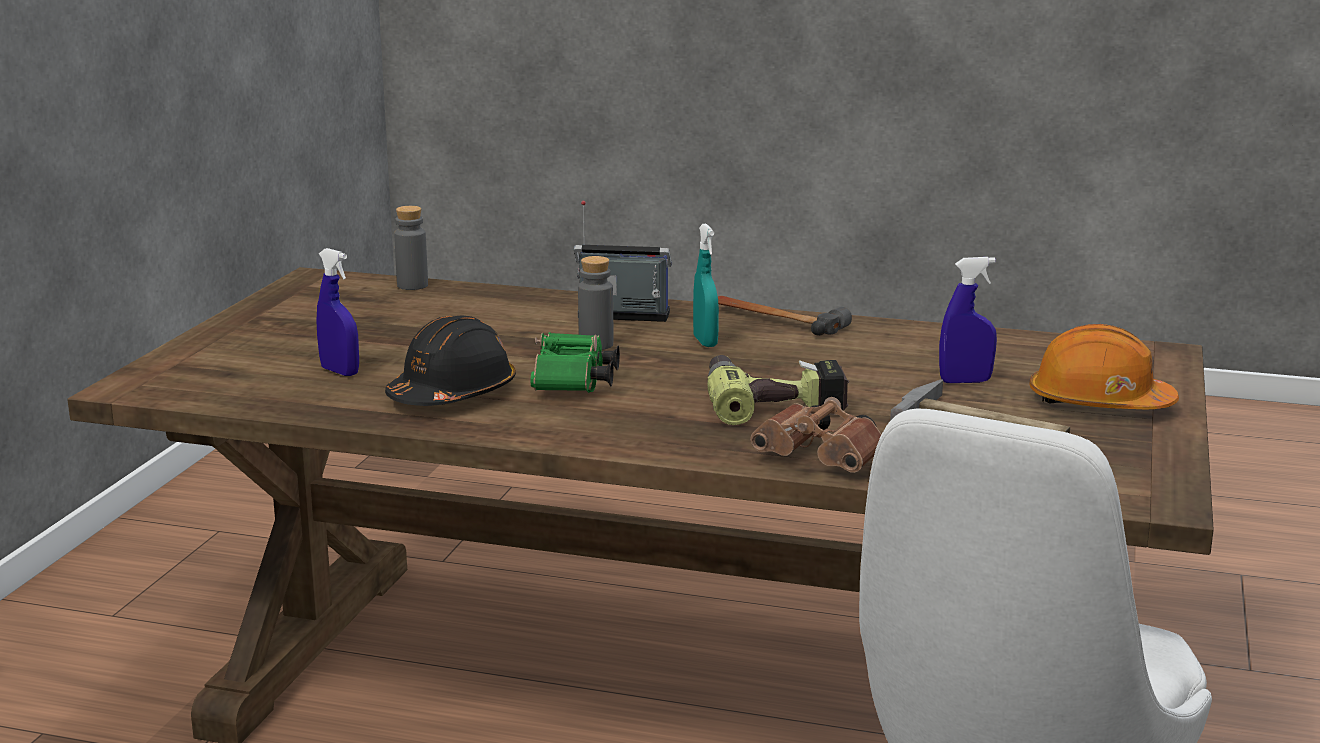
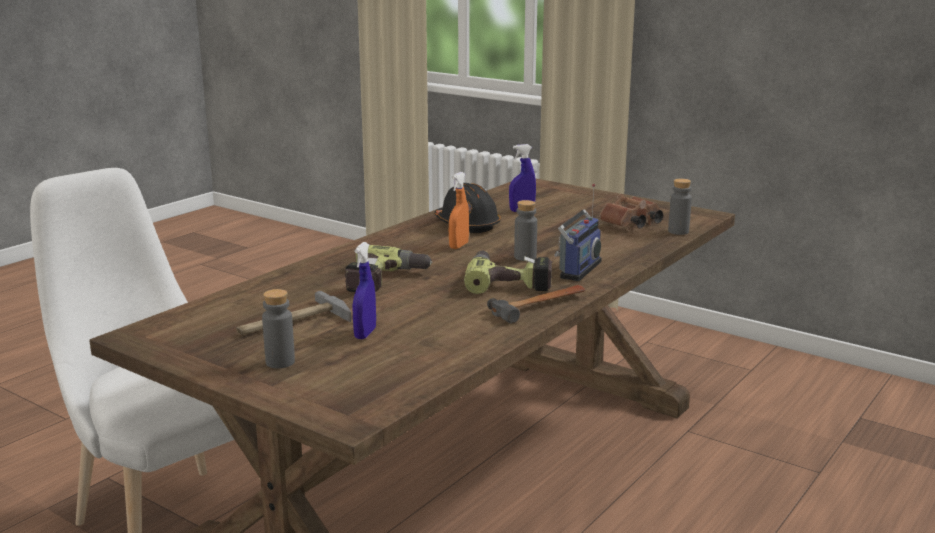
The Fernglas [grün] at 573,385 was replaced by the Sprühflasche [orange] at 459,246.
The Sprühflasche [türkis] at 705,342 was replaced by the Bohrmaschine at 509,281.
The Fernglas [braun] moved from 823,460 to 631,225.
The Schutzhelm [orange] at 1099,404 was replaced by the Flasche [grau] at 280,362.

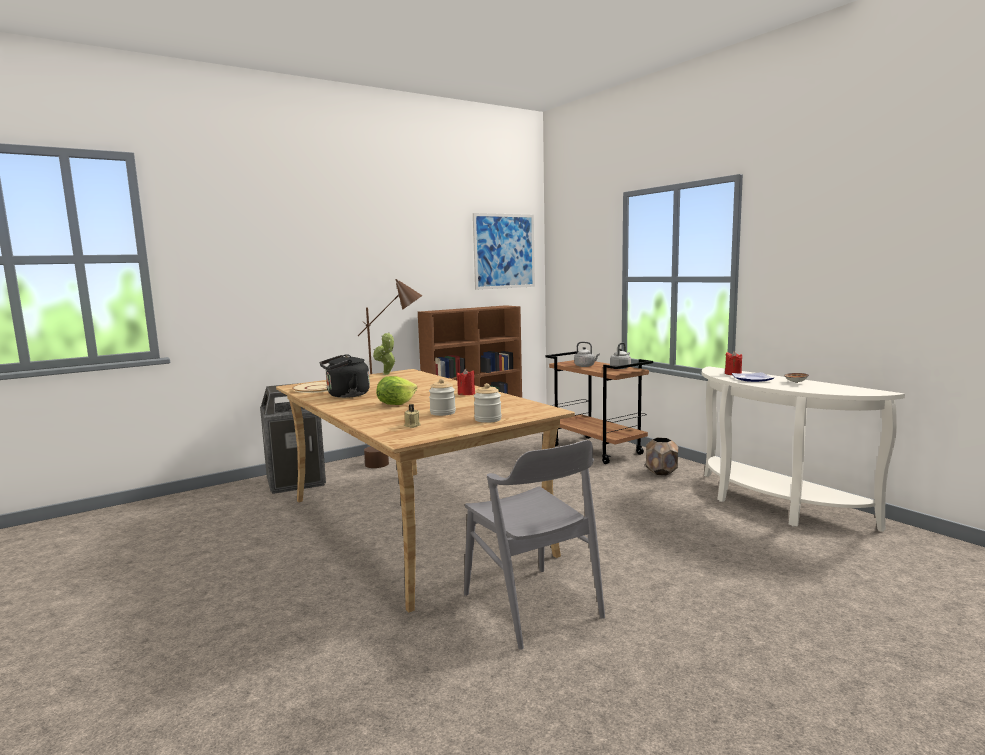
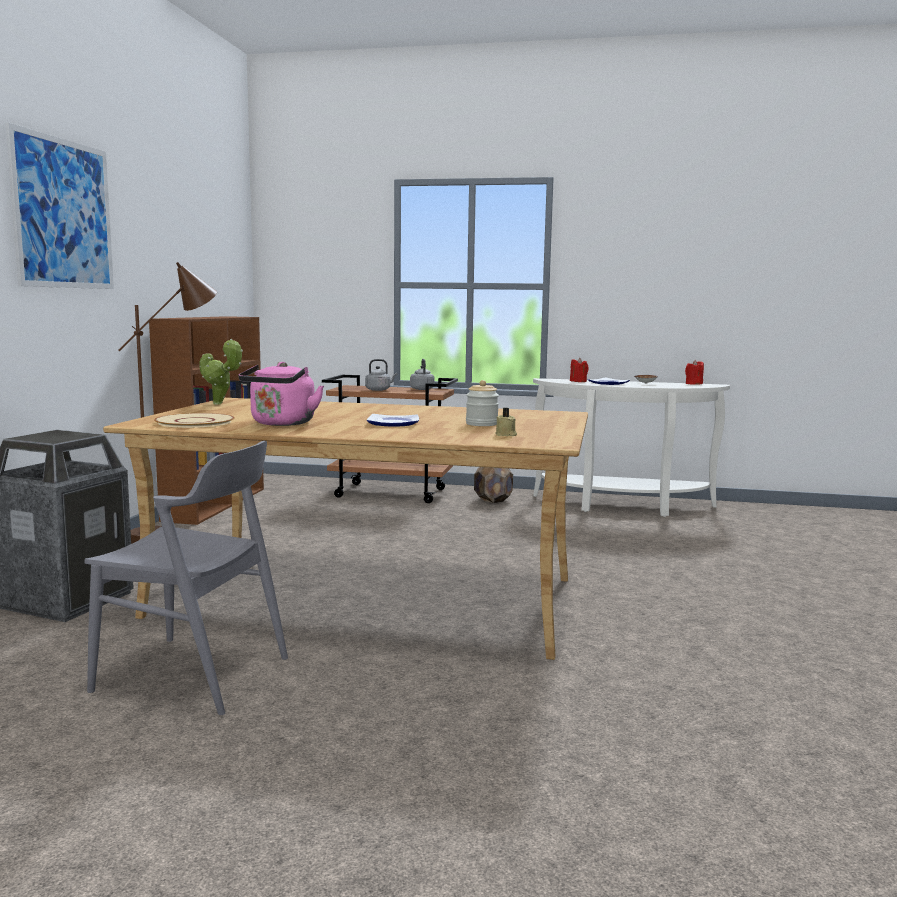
The Wasserkessel [schwarz] at 345,395 became the Wasserkessel [rosa] at 281,424.
The Salatkopf at 396,404 was replaced by the Teller at 392,424.
The Kerze [rot] moved from 466,394 to 694,384.
The Stuhl [grau] moved from 532,605 to 193,674.
The Bild moved from 504,251 to 63,214.
The Vorratsglas at 488,419 disappeared.

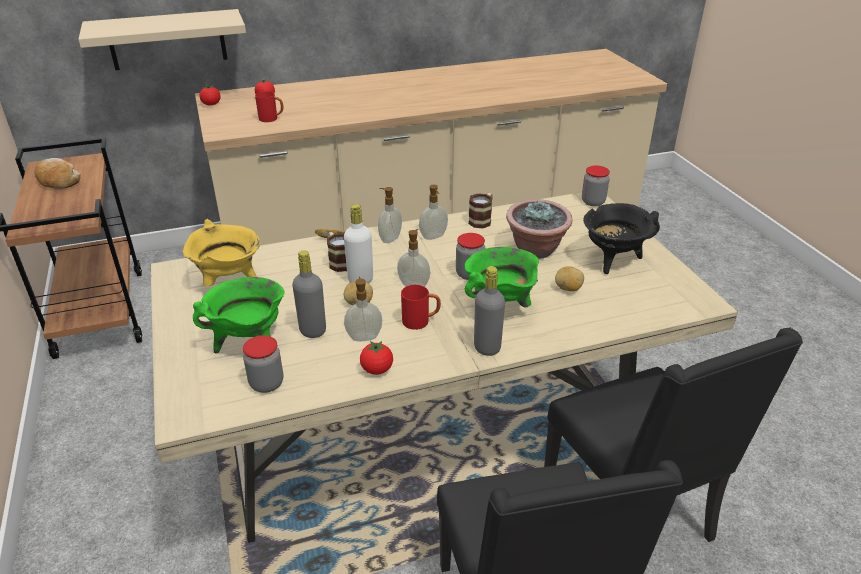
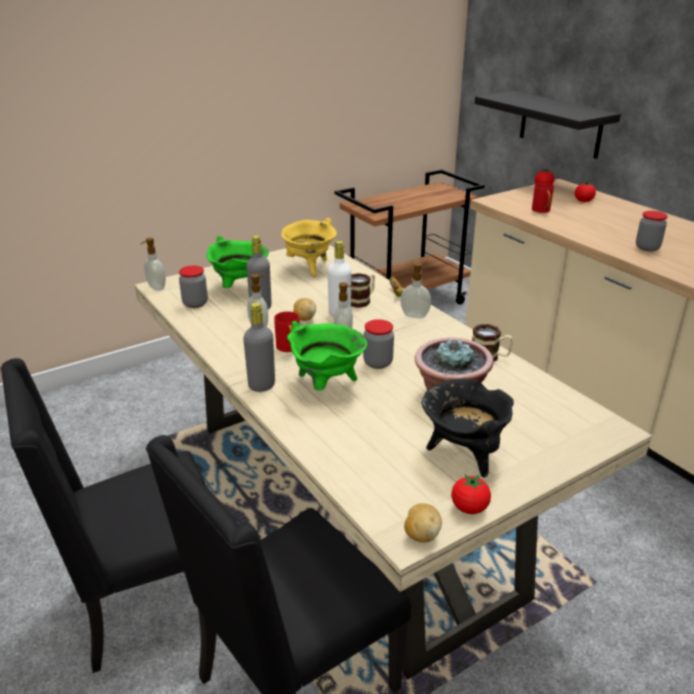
The Brot at 58,181 disappeared.
The Wandregal [beige] at 167,40 became the Wandregal [schwarz] at 560,124.
The Tomate moved from 377,370 to 469,508.
The Seifenspender moved from 433,237 to 156,288.
The Kartoffel moved from 568,289 to 421,535.
The Vorratsglas moved from 593,202 to 647,248.

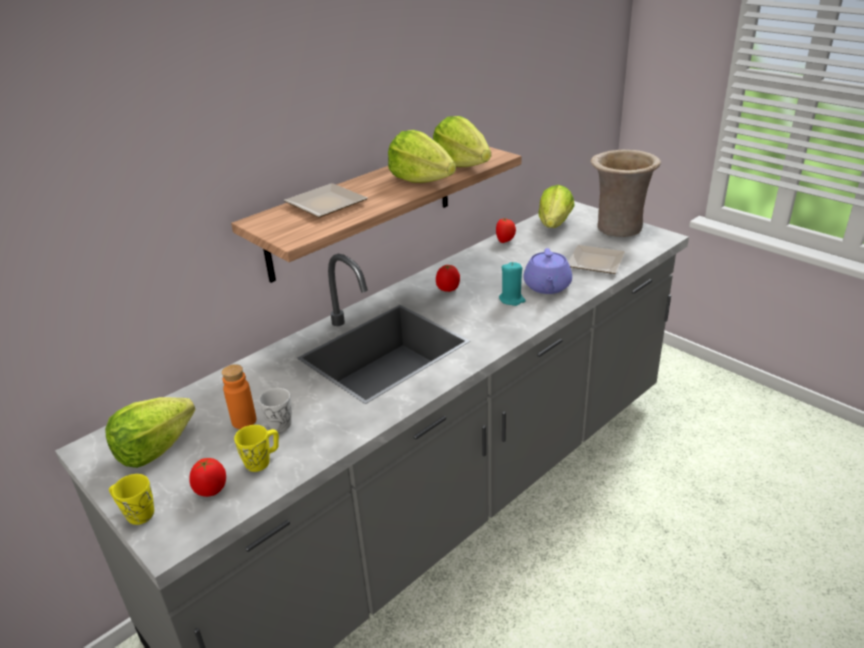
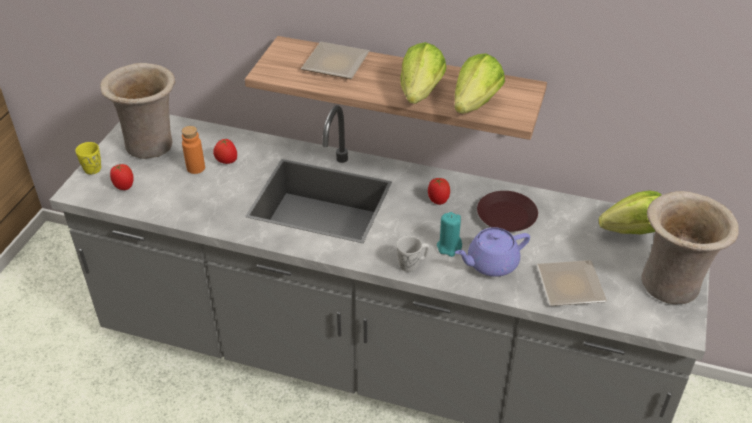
The Salatkopf at 154,449 was replaced by the Vase [beige] at 151,144.
The Henkelbecher [gelb] at 262,461 disappeared.
The Henkelbecher [weiß] moved from 282,421 to 412,264.
The Tomate moved from 505,241 to 226,162.
The Teller [braun] at 507,216 appeared.

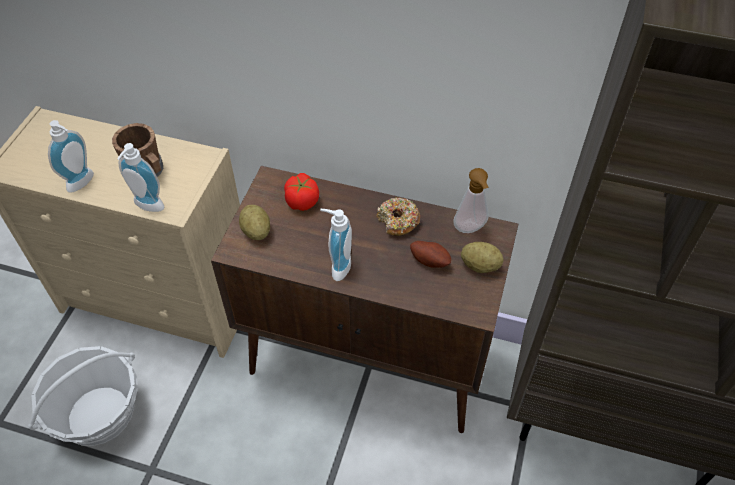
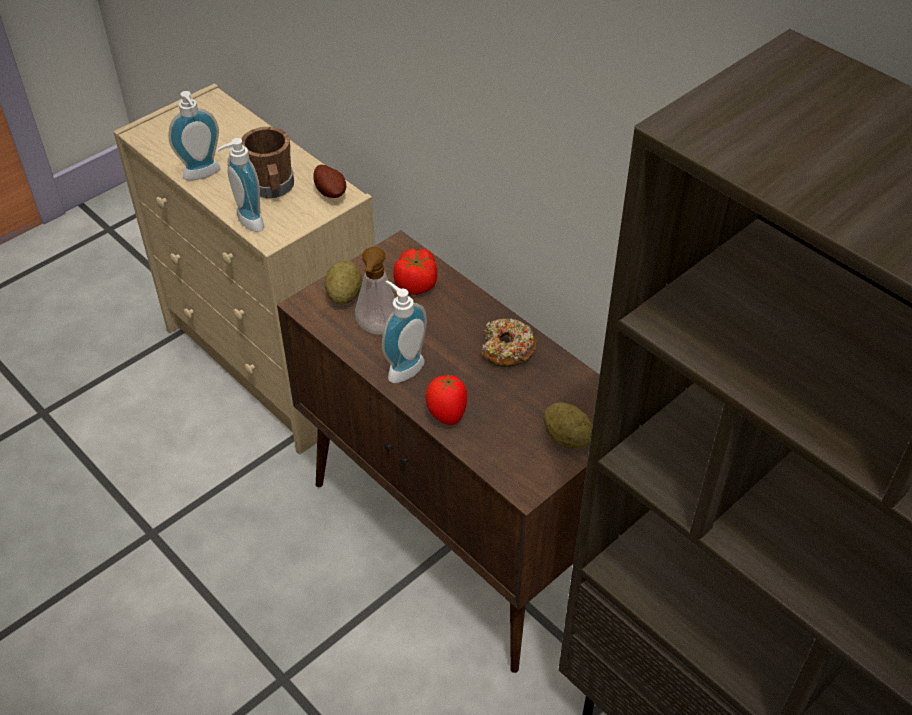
The Korb at 100,415 disappeared.
The Kartoffel moved from 430,260 to 331,192.
The Seifenspender moved from 470,229 to 378,331.
The Tomate at 446,415 appeared.

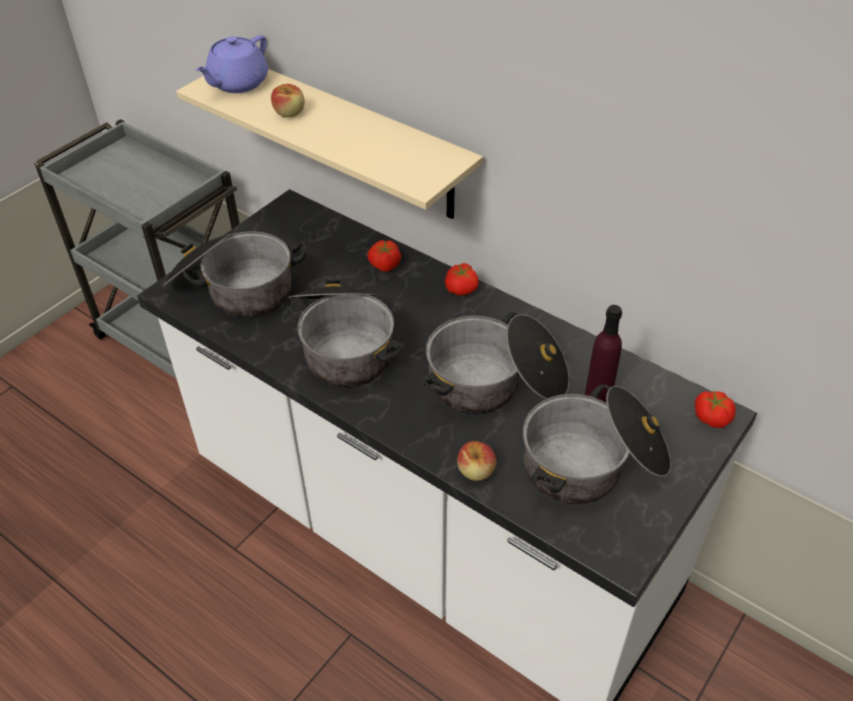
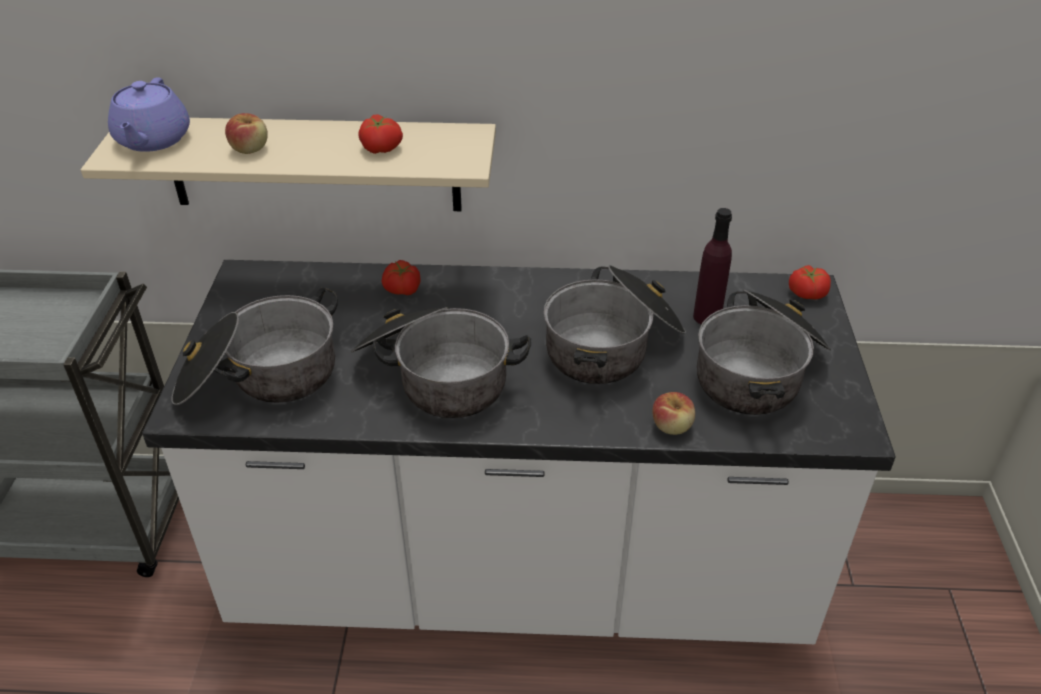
The Tomate moved from 462,288 to 382,147.

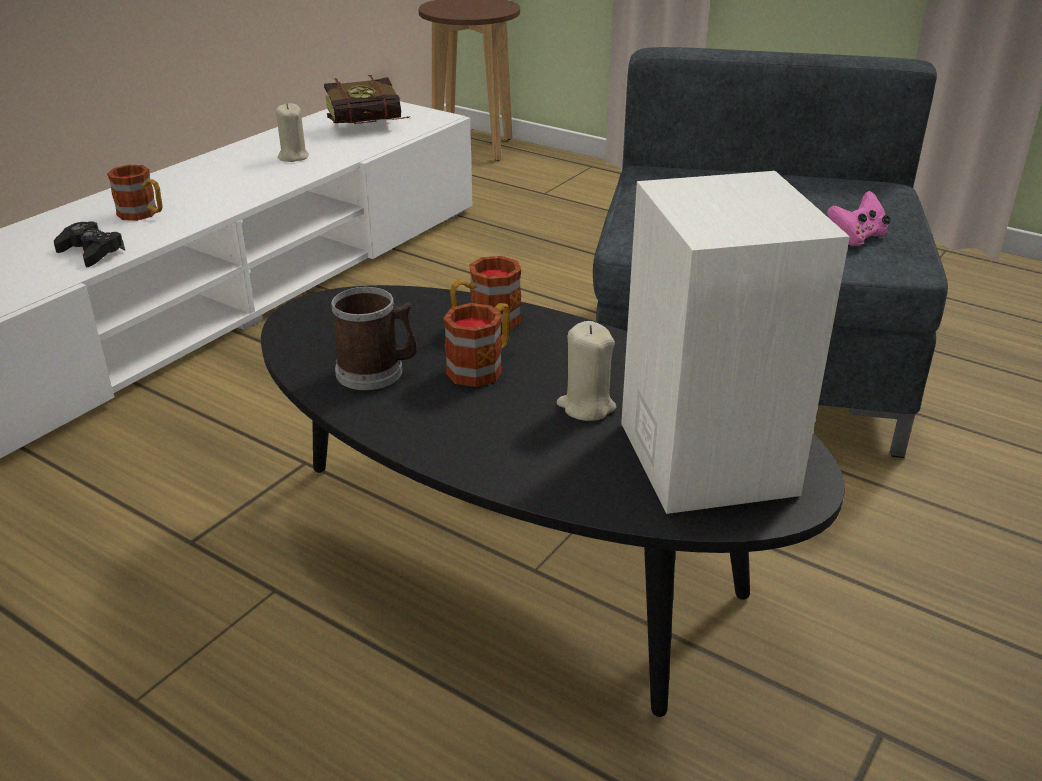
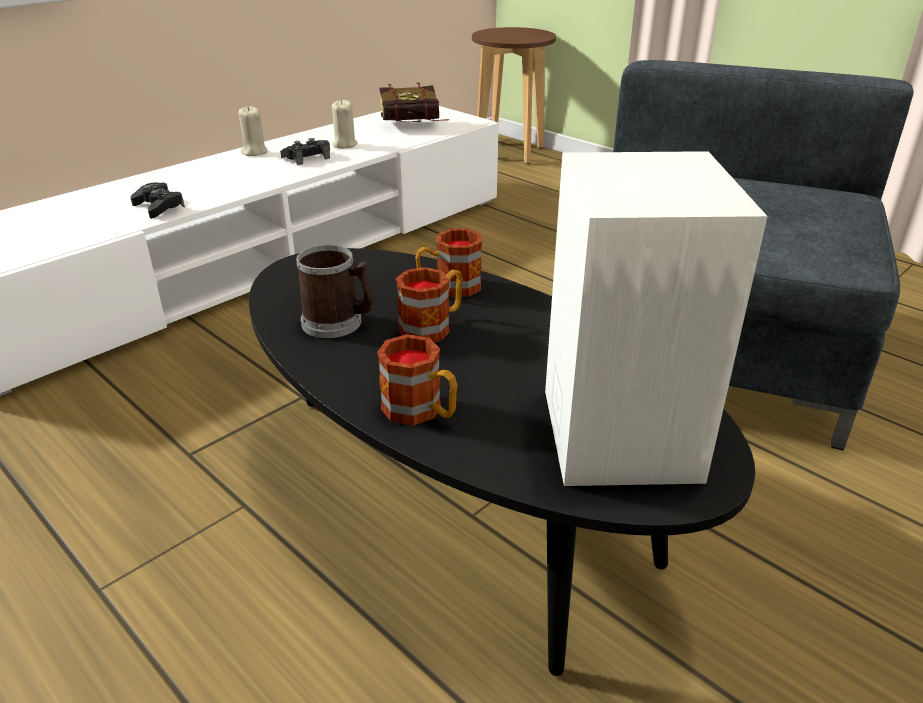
The Henkelbecher moved from 143,214 to 421,412.
The Kerze [beige] moved from 586,406 to 254,152.
The Gamepad [rosa] at 856,237 disappeared.
The Gamepad [schwarz] at 307,158 appeared.

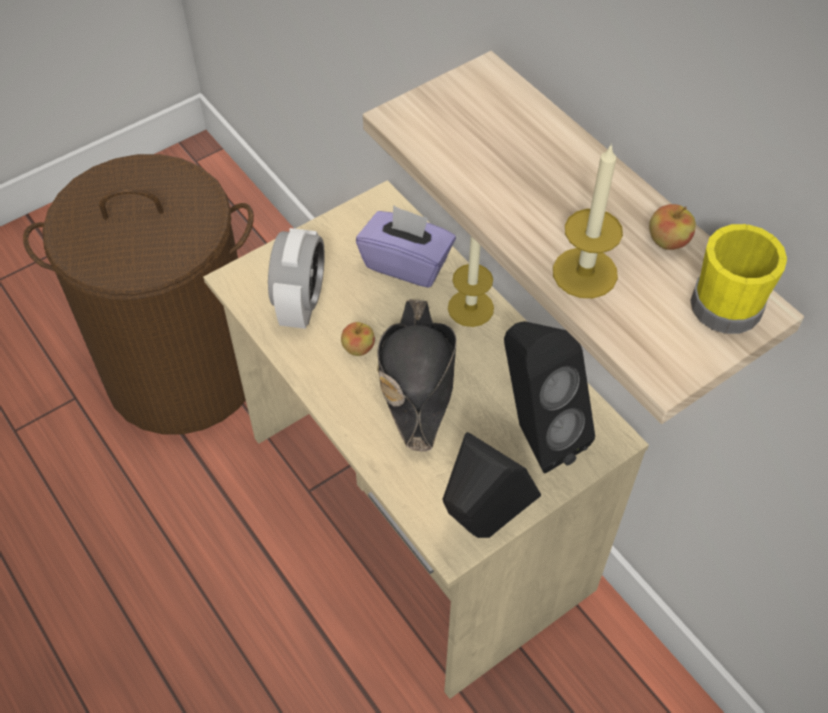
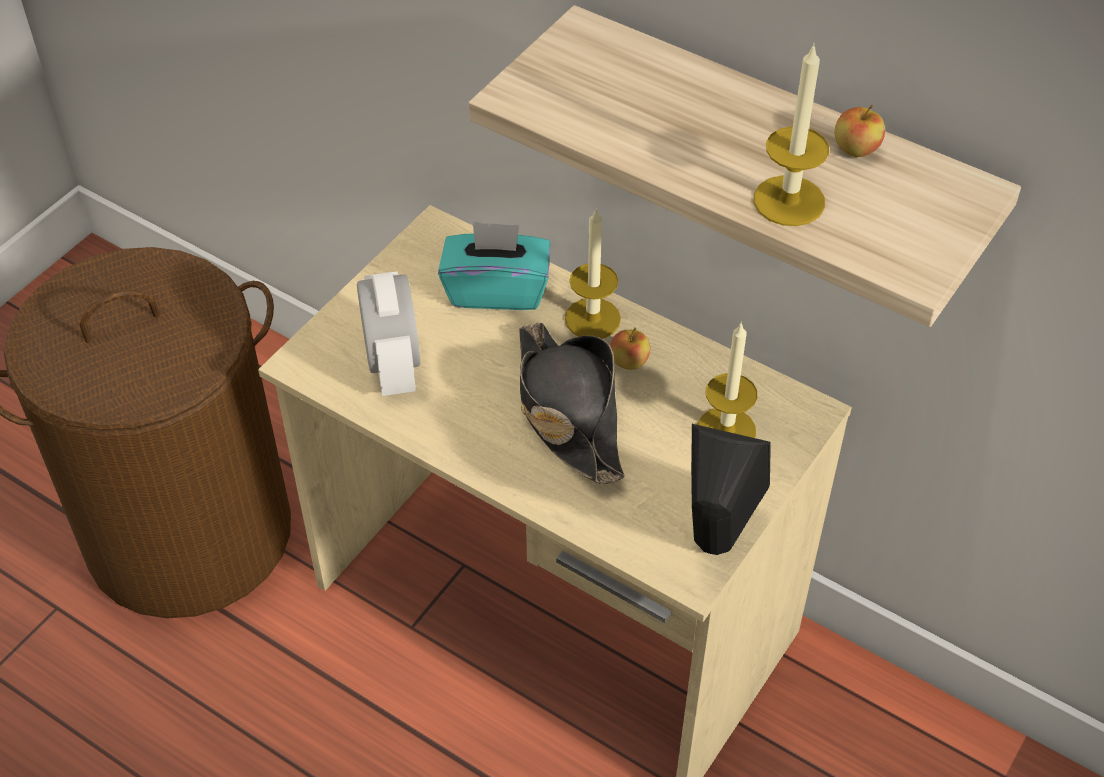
The Apfel moved from 358,348 to 629,362.
The Taschentuchbox [lila] at 406,263 became the Taschentuchbox [türkis] at 496,290.
The Lautsprecher [schwarz] at 535,433 was replaced by the Kerze at 726,430.
The Henkelbecher [gelb] at 729,300 disappeared.

